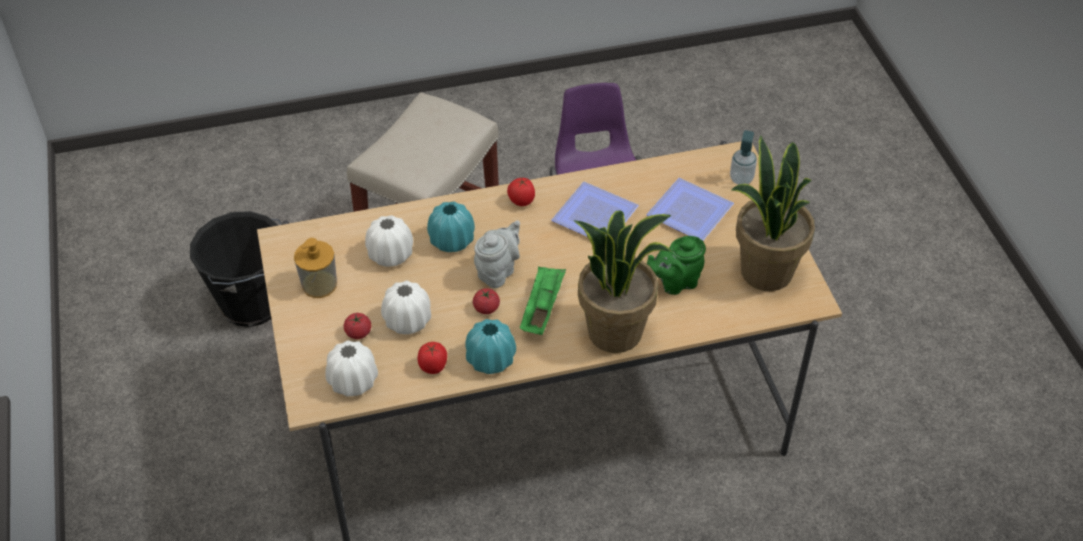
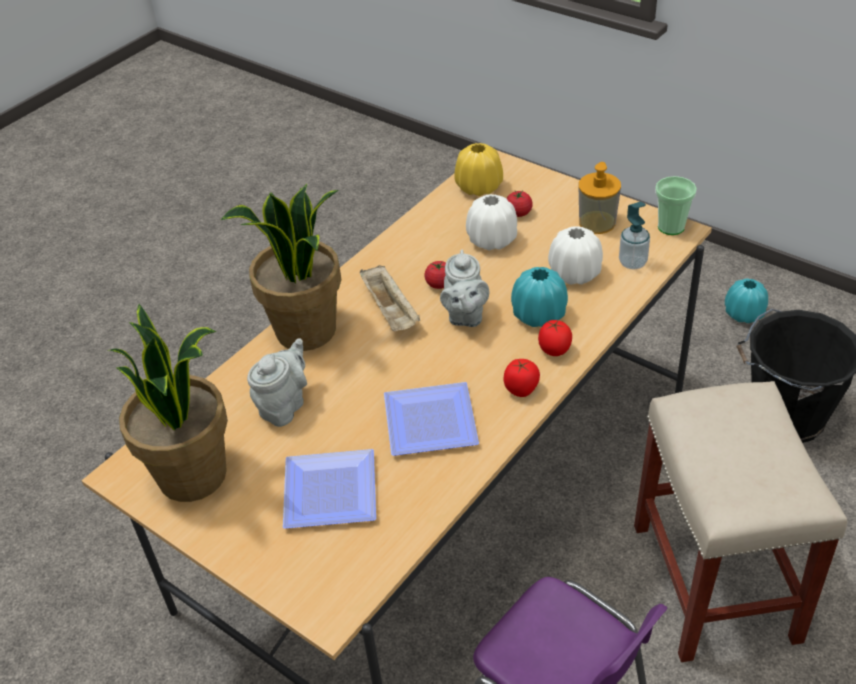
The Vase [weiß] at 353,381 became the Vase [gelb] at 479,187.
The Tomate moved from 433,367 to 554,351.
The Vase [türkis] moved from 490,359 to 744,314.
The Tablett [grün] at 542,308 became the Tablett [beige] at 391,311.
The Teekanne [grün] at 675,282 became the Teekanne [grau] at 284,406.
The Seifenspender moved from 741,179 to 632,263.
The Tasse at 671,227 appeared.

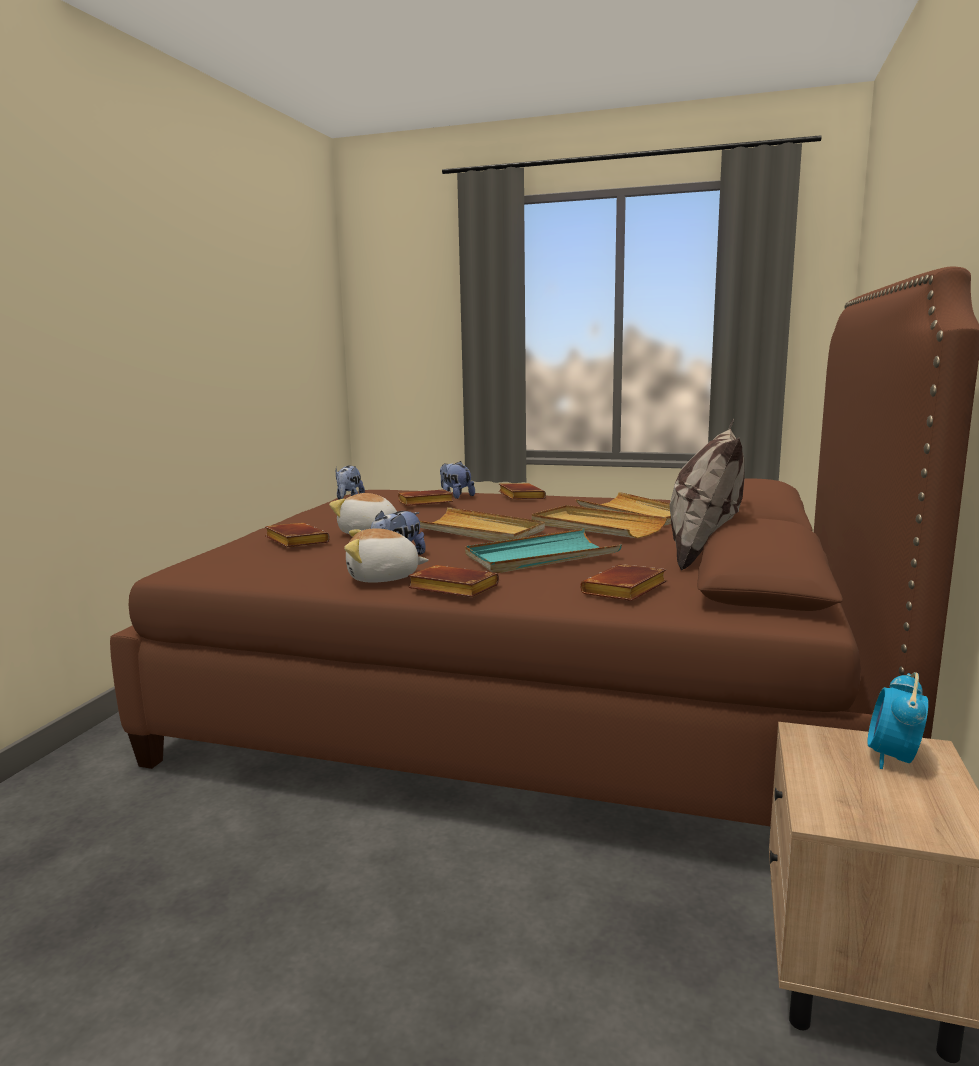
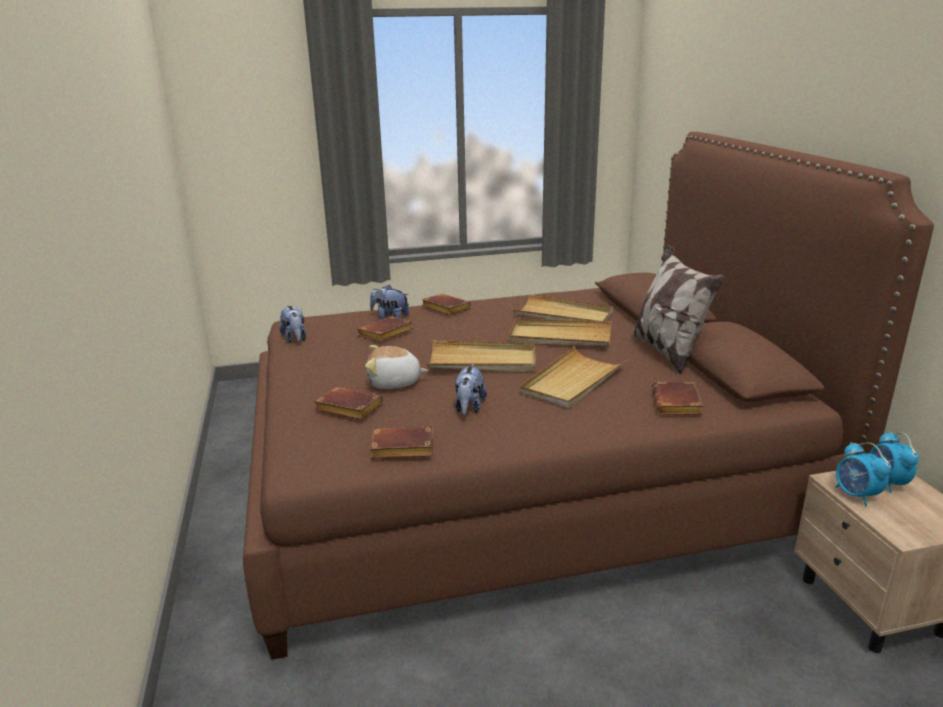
The Plüschtier at 383,578 disappeared.
The Buch [braun] moved from 450,589 to 400,449.
The Tablett [türkis] at 541,557 became the Tablett [beige] at 572,381.
The Wecker at 856,495 appeared.

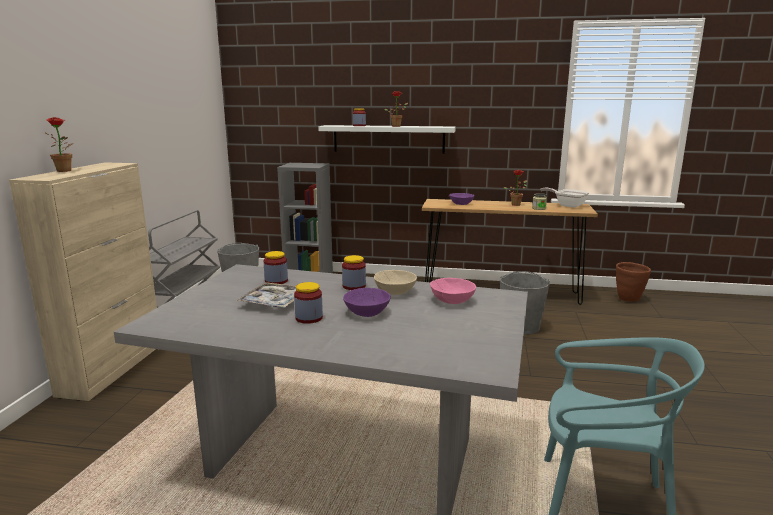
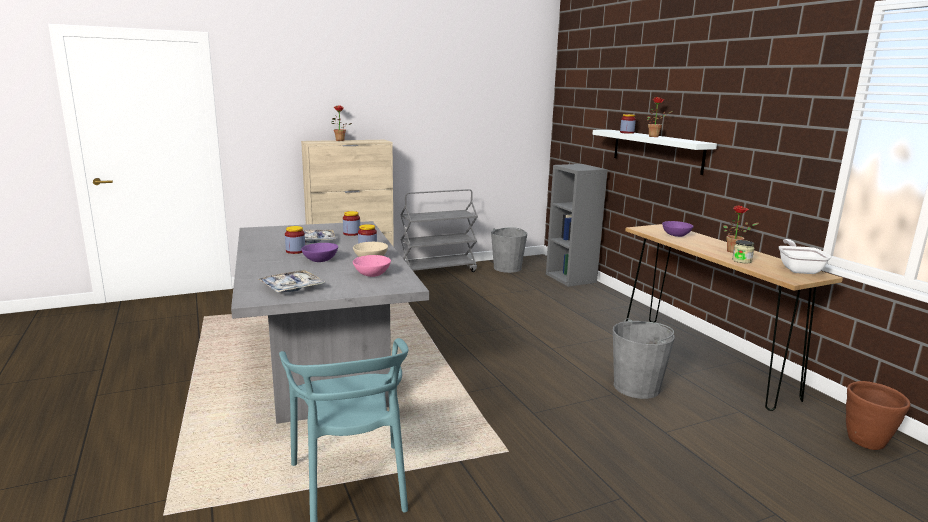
The Tablett at 291,287 appeared.

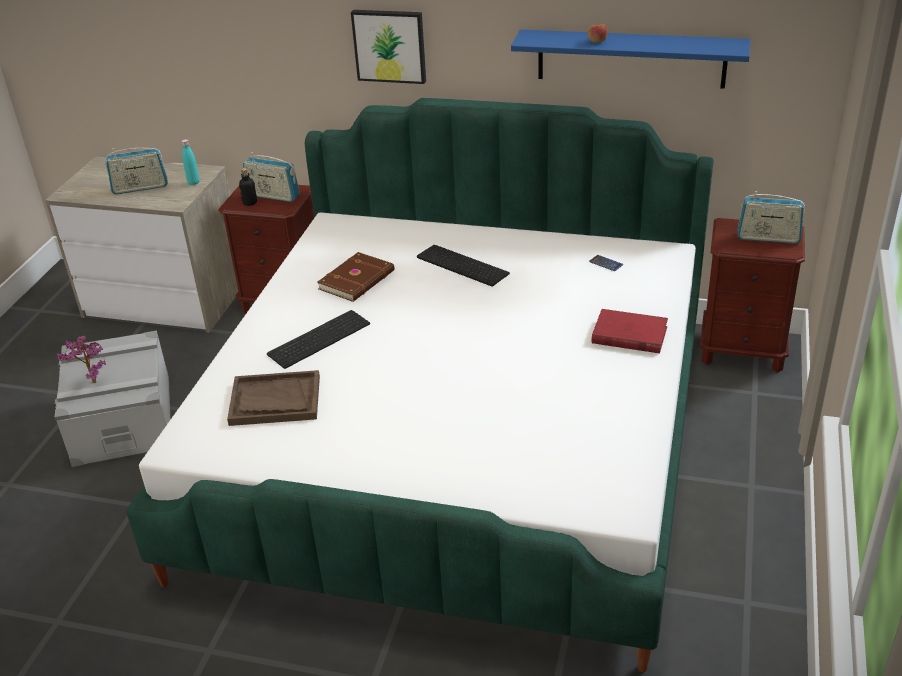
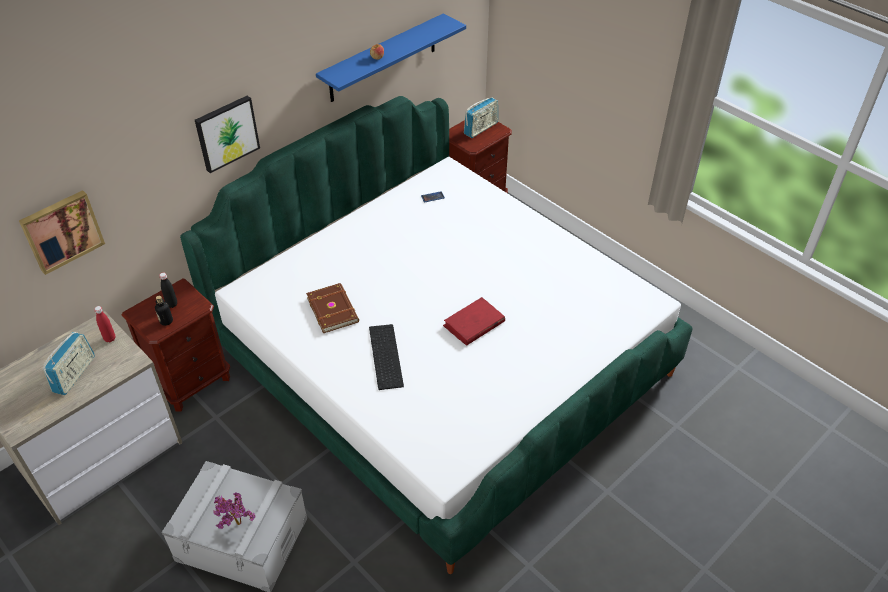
The Flasche [türkis] at 193,183 became the Flasche [rot] at 110,339.
The Tablett [braun] at 275,400 disappeared.
The Radio at 273,196 was replaced by the Flasche [schwarz] at 172,304.
The Tastatur at 460,266 disappeared.
The Buch [rot] moved from 629,335 to 474,324.
The Bild at 61,230 appeared.

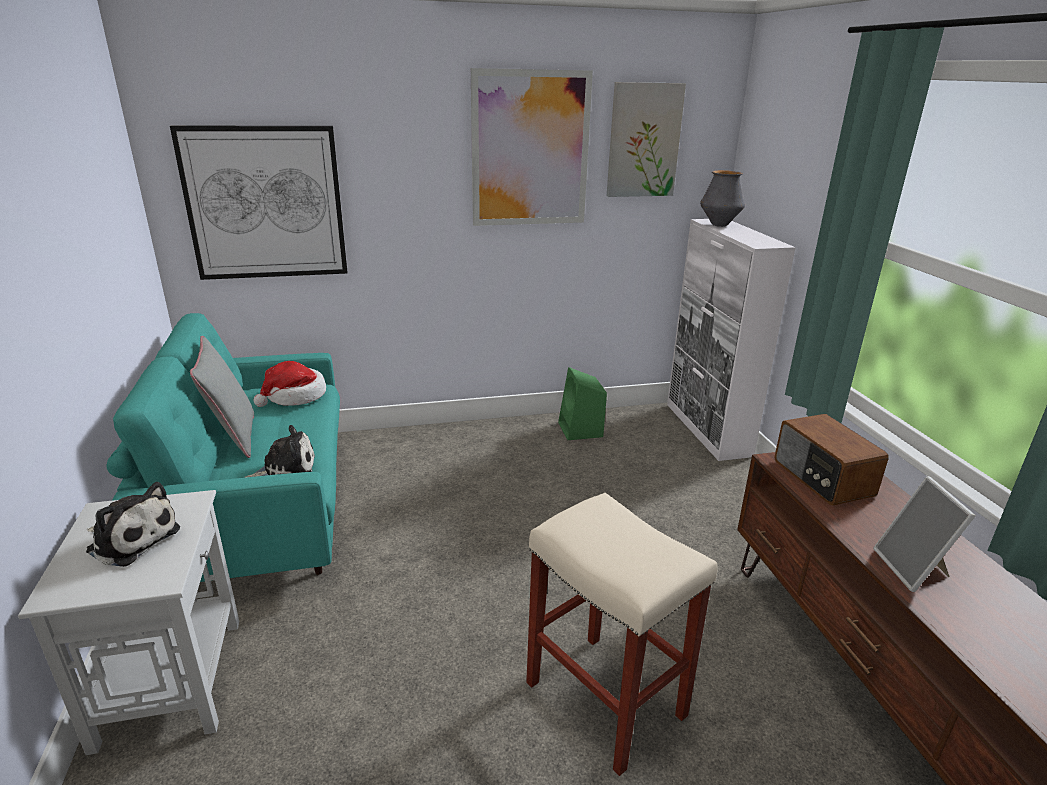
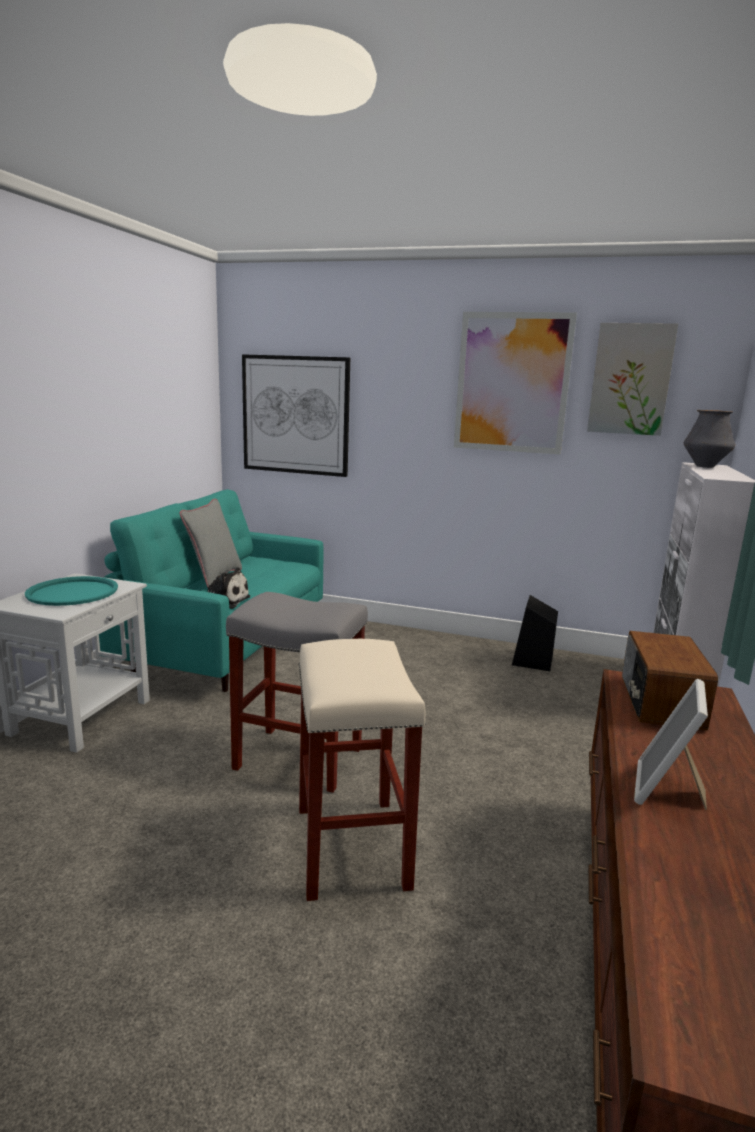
The Plüschtier at 131,539 was replaced by the Tablett [türkis] at 72,592.
The Hut at 295,396 disappeared.
The Lautsprecher [grün] at 581,430 became the Lautsprecher [schwarz] at 532,661.
The Hocker [grau] at 296,758 appeared.

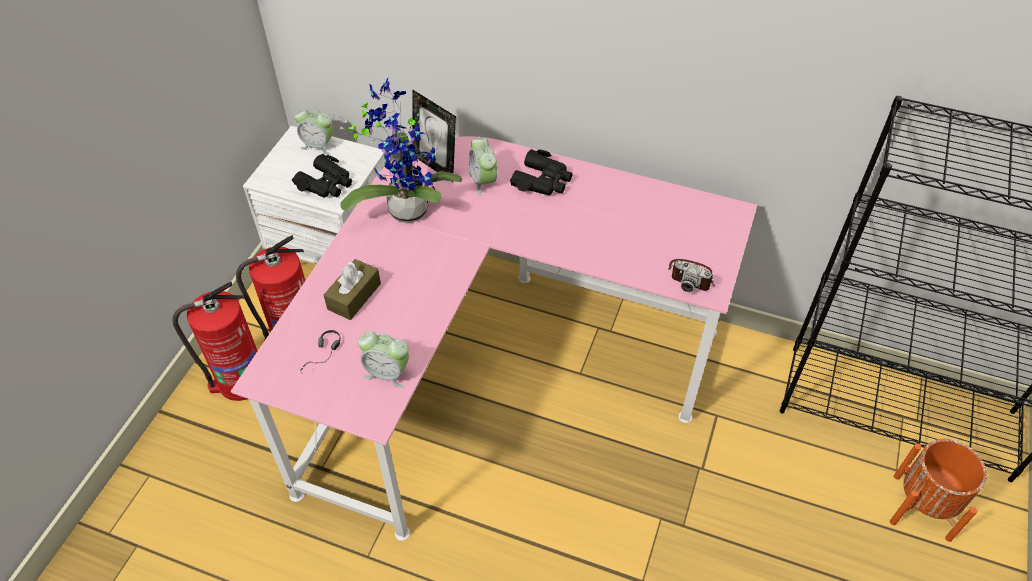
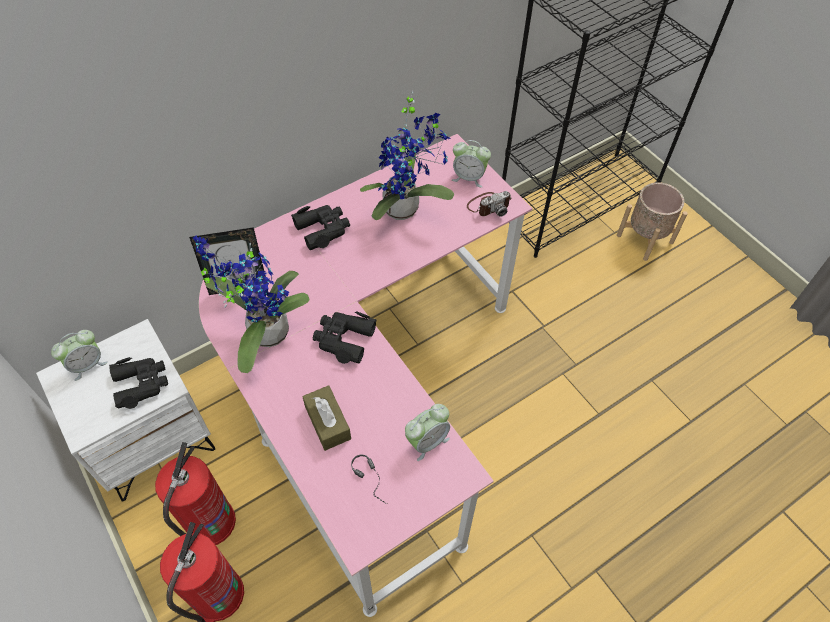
The Wecker moved from 483,181 to 469,177.
The Pflanzkübel [orange] at 922,506 became the Pflanzkübel [beige] at 644,238.
The Fernglas [schwarz] at 343,339 appeared.
The Topfpflanze at 406,209 appeared.

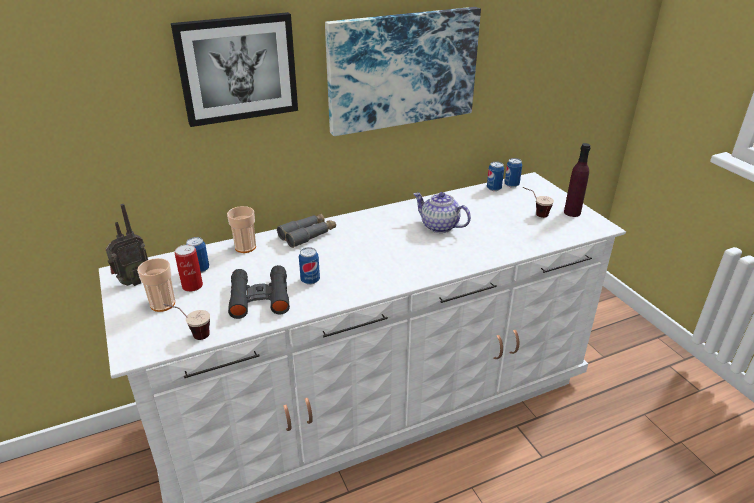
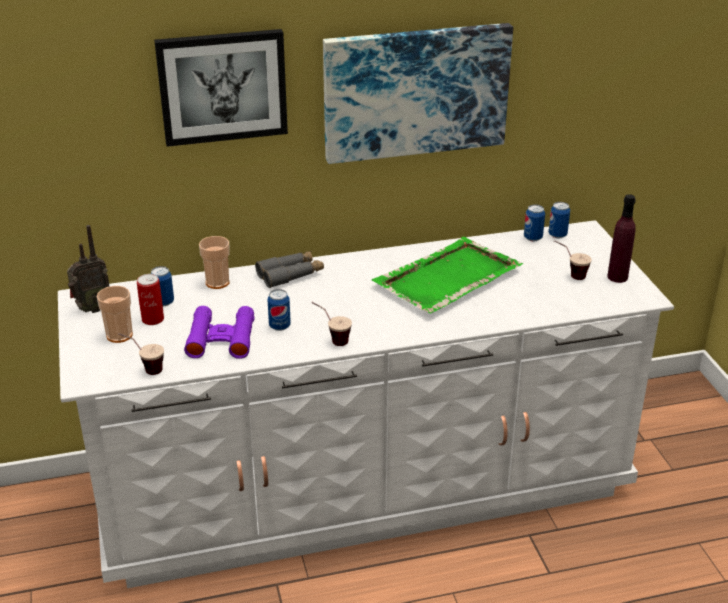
The Fernglas [schwarz] at 260,297 became the Fernglas [lila] at 221,339.
The Teekanne at 439,226 was replaced by the Tablett [grün] at 446,279.
The Tasse at 331,339 appeared.

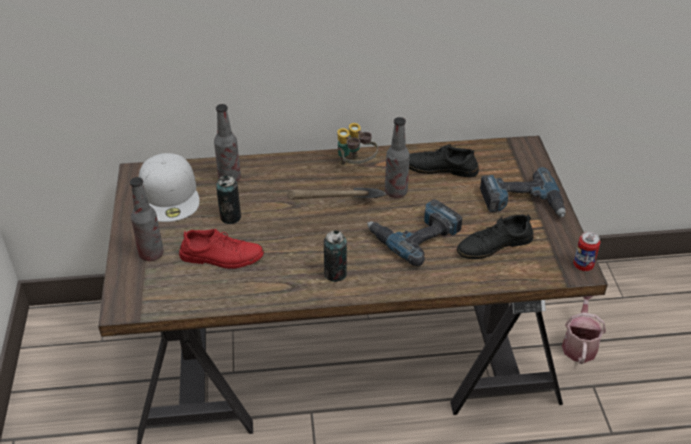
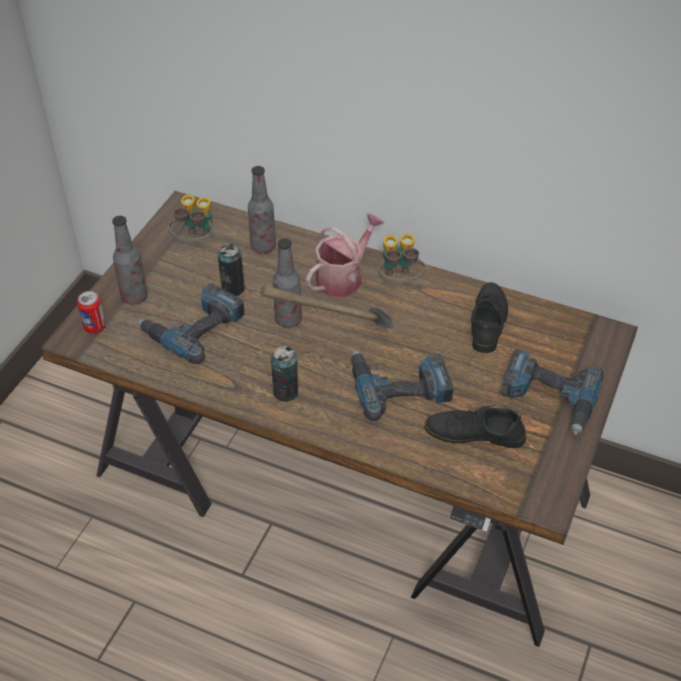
The Kappe [weiß] at 170,195 was replaced by the Fernglas at 195,242.
The Schuh [rot] at 221,257 was replaced by the Bohrmaschine at 194,327.
The Flasche moved from 396,192 to 288,320.
The Schuh [schwarz] at 440,168 turned 60 degrees clockwise.
The Gießkanne moved from 579,344 to 343,277.
The Dose moved from 583,265 to 95,327.

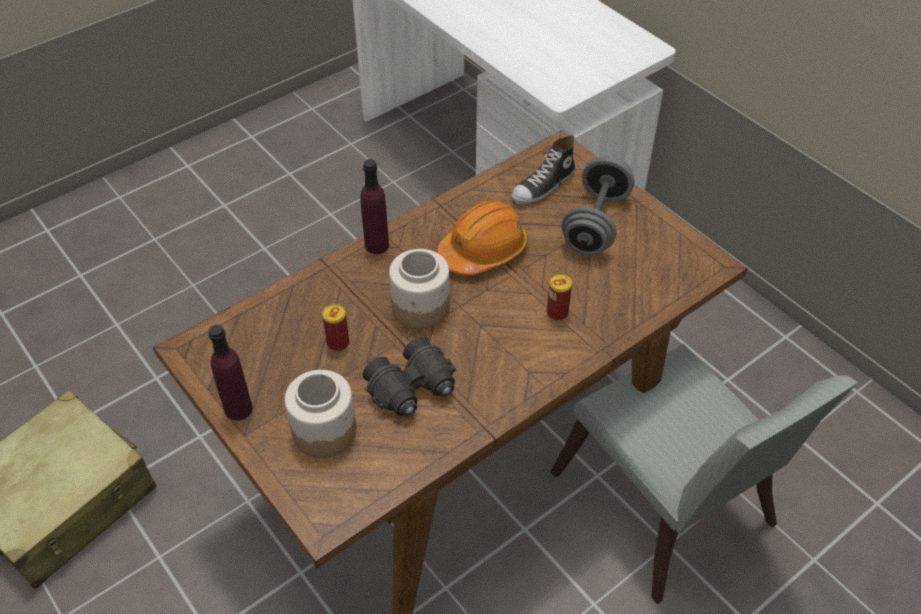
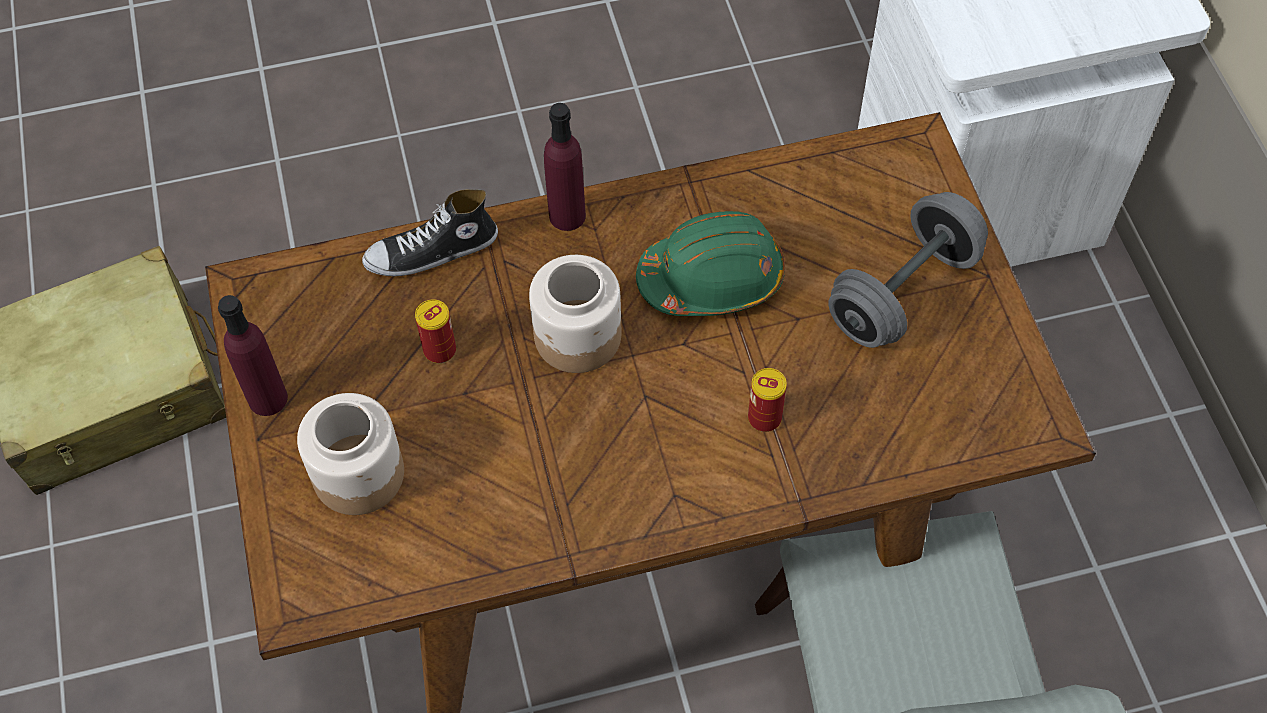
The Fernglas [schwarz] at 413,389 disappeared.
The Schutzhelm [orange] at 483,250 became the Schutzhelm [grün] at 712,278.
The Schuh moved from 543,186 to 432,252.

